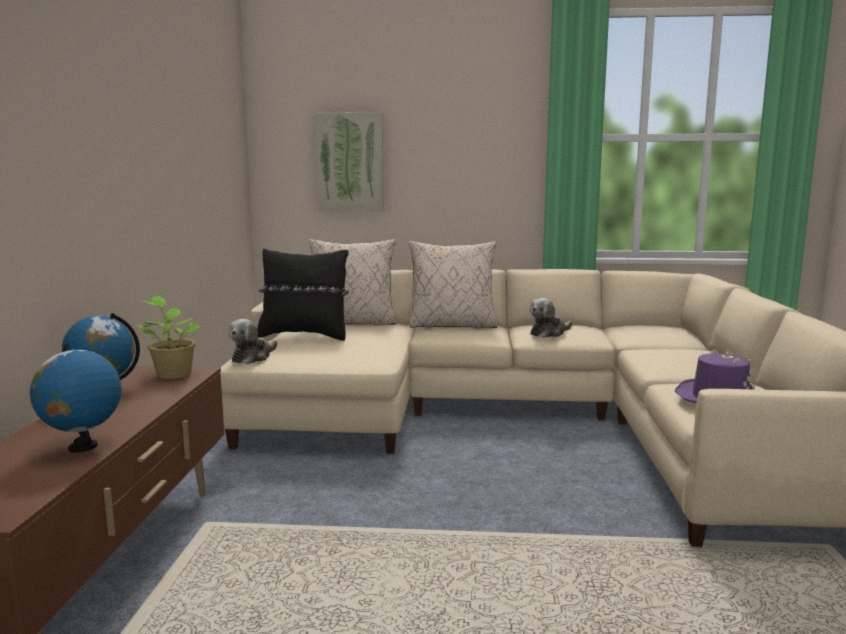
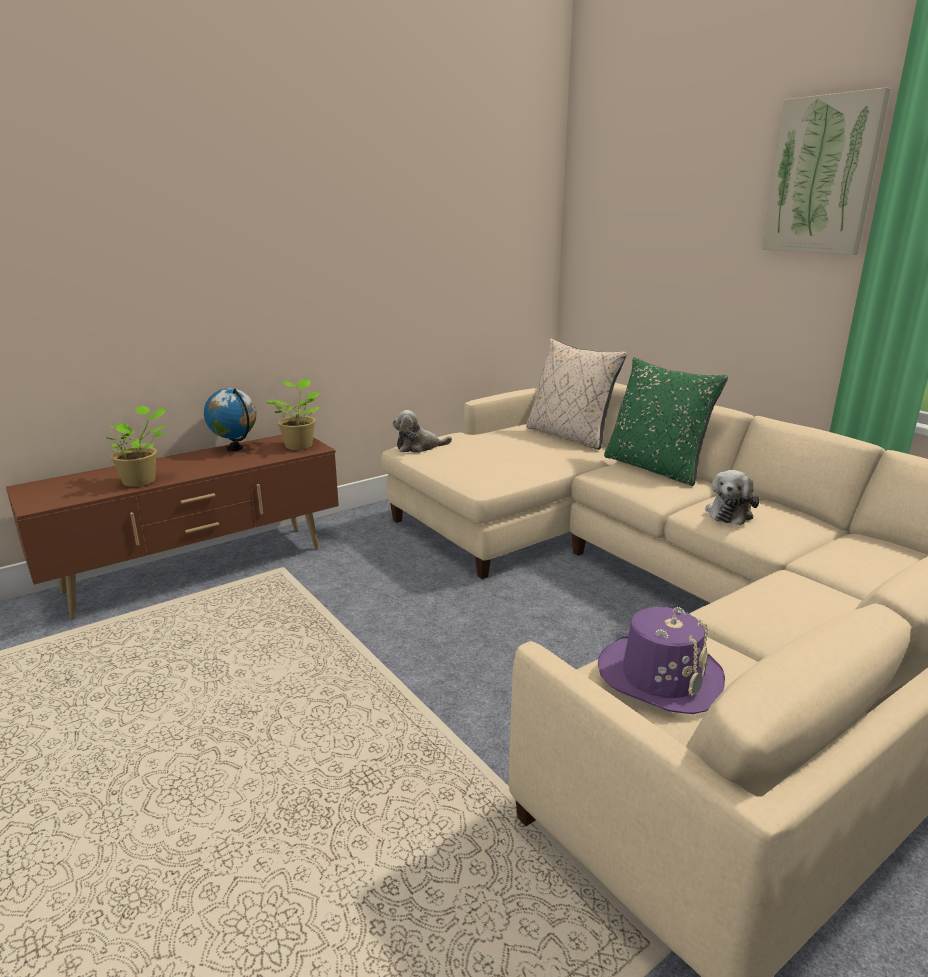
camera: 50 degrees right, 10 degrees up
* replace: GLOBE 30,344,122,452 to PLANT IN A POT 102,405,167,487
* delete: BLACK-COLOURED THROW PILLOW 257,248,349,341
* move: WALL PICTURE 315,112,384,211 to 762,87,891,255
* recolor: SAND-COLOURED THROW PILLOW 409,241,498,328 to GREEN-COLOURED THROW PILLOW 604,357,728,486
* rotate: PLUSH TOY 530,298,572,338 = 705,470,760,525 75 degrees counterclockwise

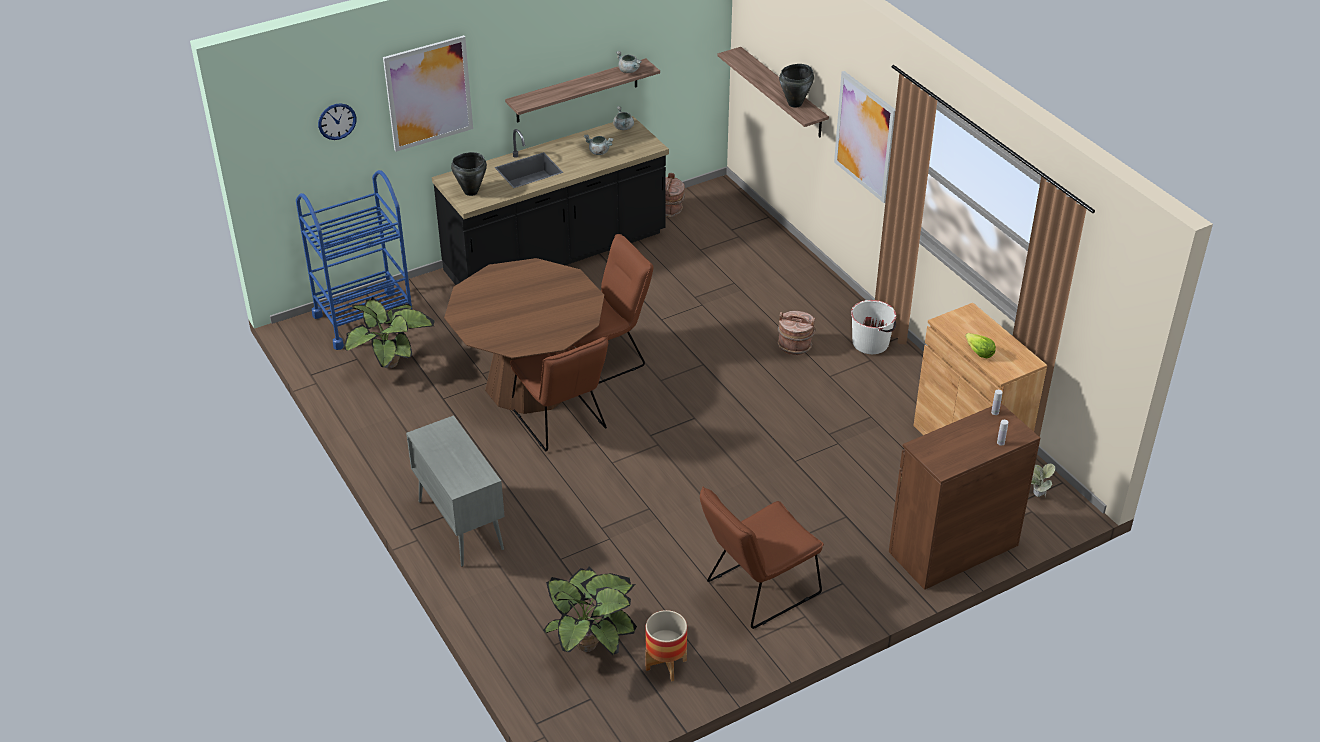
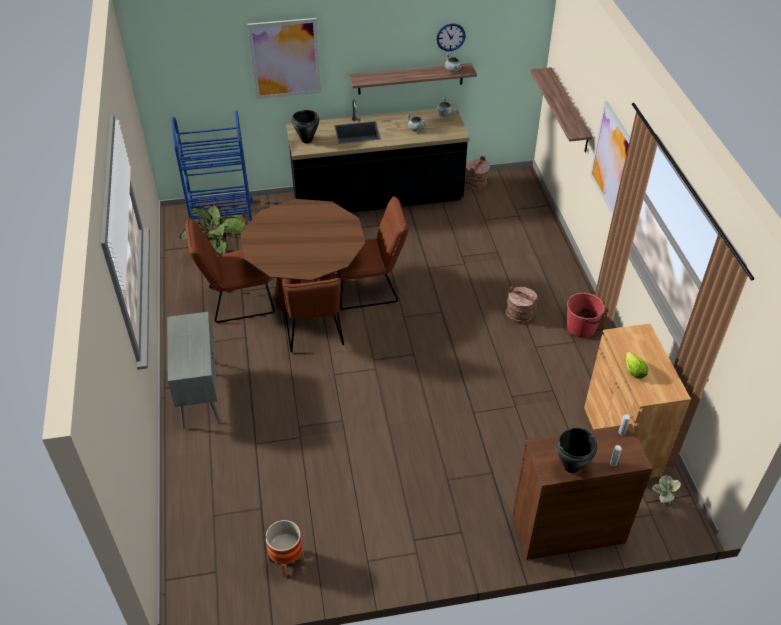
camera: 20 degrees right, 5 degrees up
* move: WALL CLOCK 318,103,356,140 to 436,23,466,51
* delete: PLANT IN A POT 543,566,637,655
* move: BROWNISH UPRIGHT CHAIR 700,486,824,629 to 185,218,275,323
* move: BLACK-COLOURED STOCKPOT 779,64,814,108 to 556,428,597,473
* recolor: WHITISH PAIL 851,300,896,354 to RED-COLOURED PAIL 566,293,605,338

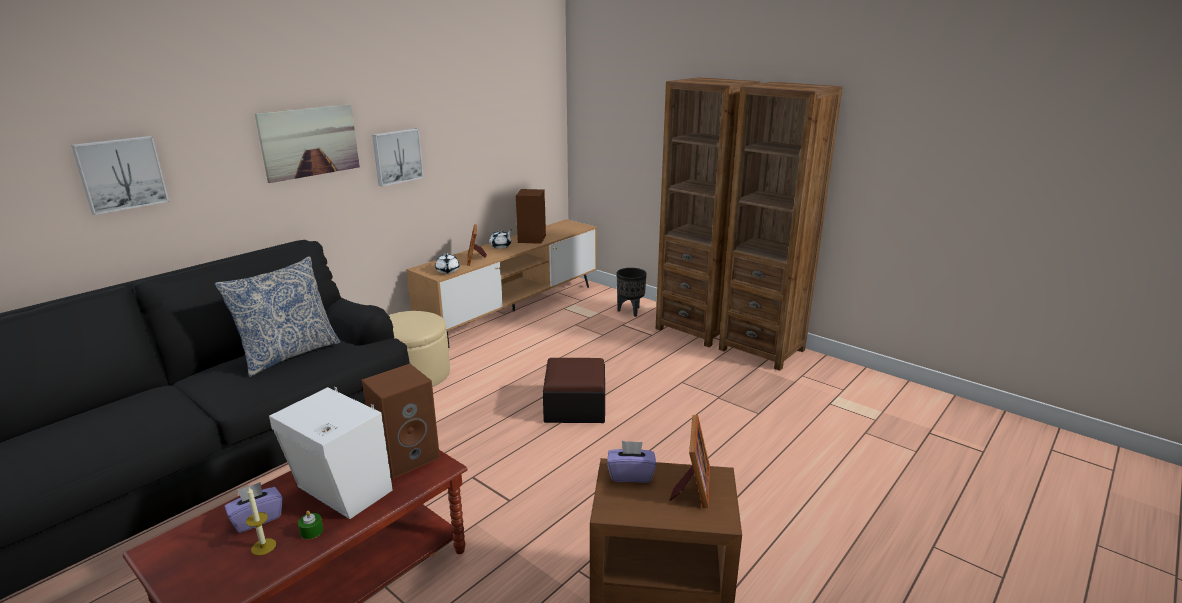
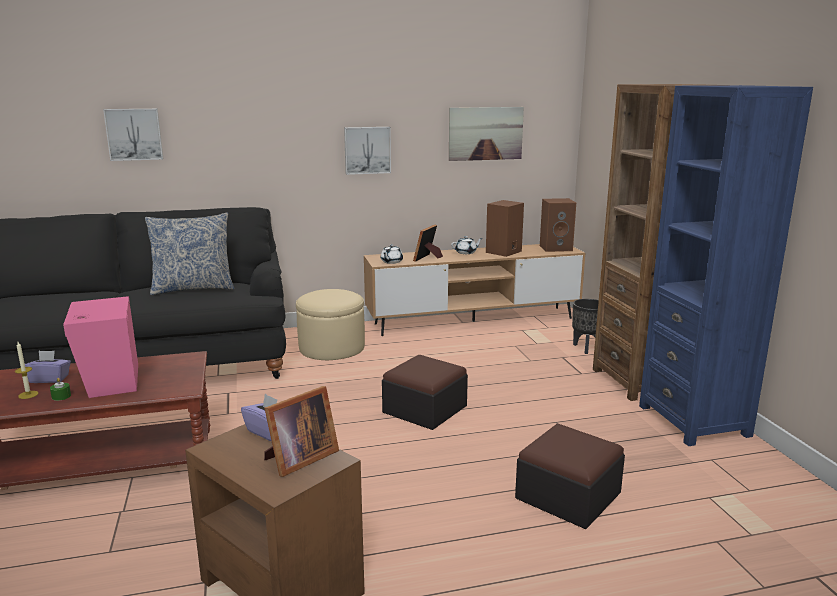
camera: 35 degrees right, 5 degrees down
* move: WALL PICTURE 255,104,360,183 to 449,107,524,161
* recolor: WHITISH SPEAKER 269,387,393,519 to PINKISH SPEAKER 63,296,138,398
* move: BROWNISH SPEAKER 362,364,440,479 to 540,198,576,252
* recolor: BROWNISH SHELVING UNIT 719,82,842,371 to BLUE SHELVING UNIT 639,85,813,446
* insert: POUFFE 515,424,625,529

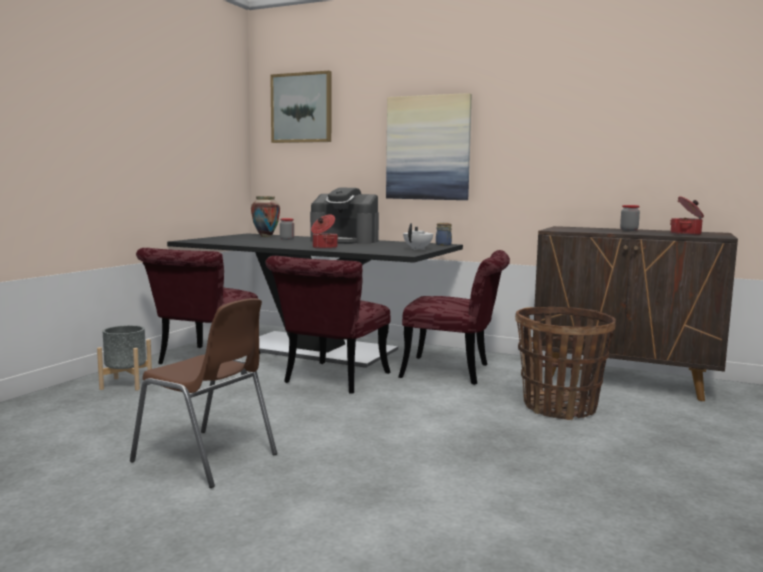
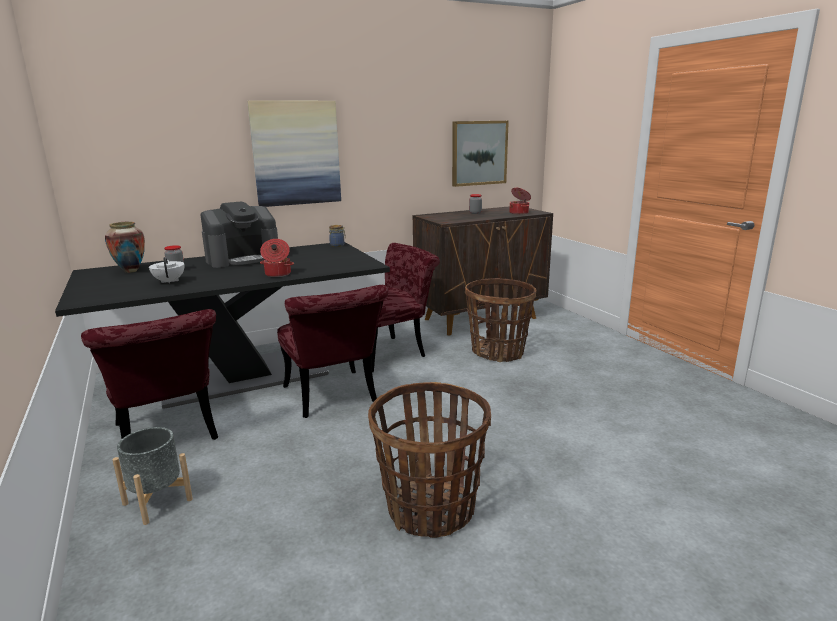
camera: 50 degrees left, 10 degrees up
* replace: BROWNISH UPRIGHT CHAIR 130,298,277,488 to STORAGE BASKET 368,382,491,538
* move: WALL PICTURE 270,71,331,143 to 452,121,509,187
* move: WHITISH POT FOR TEA 403,223,433,250 to 149,257,185,284

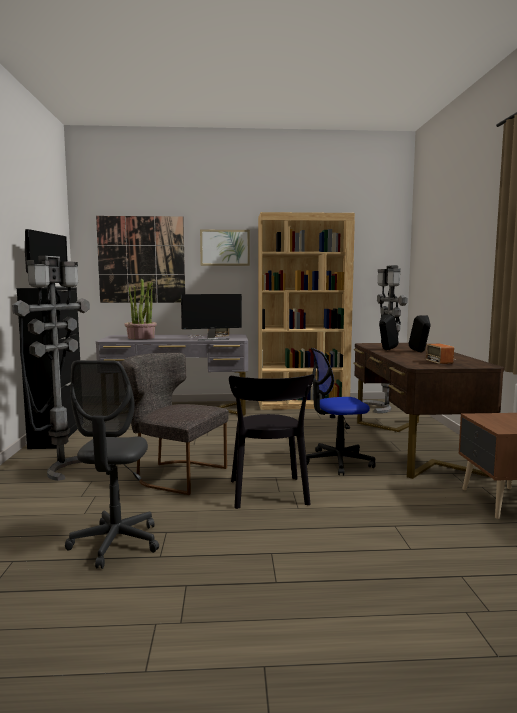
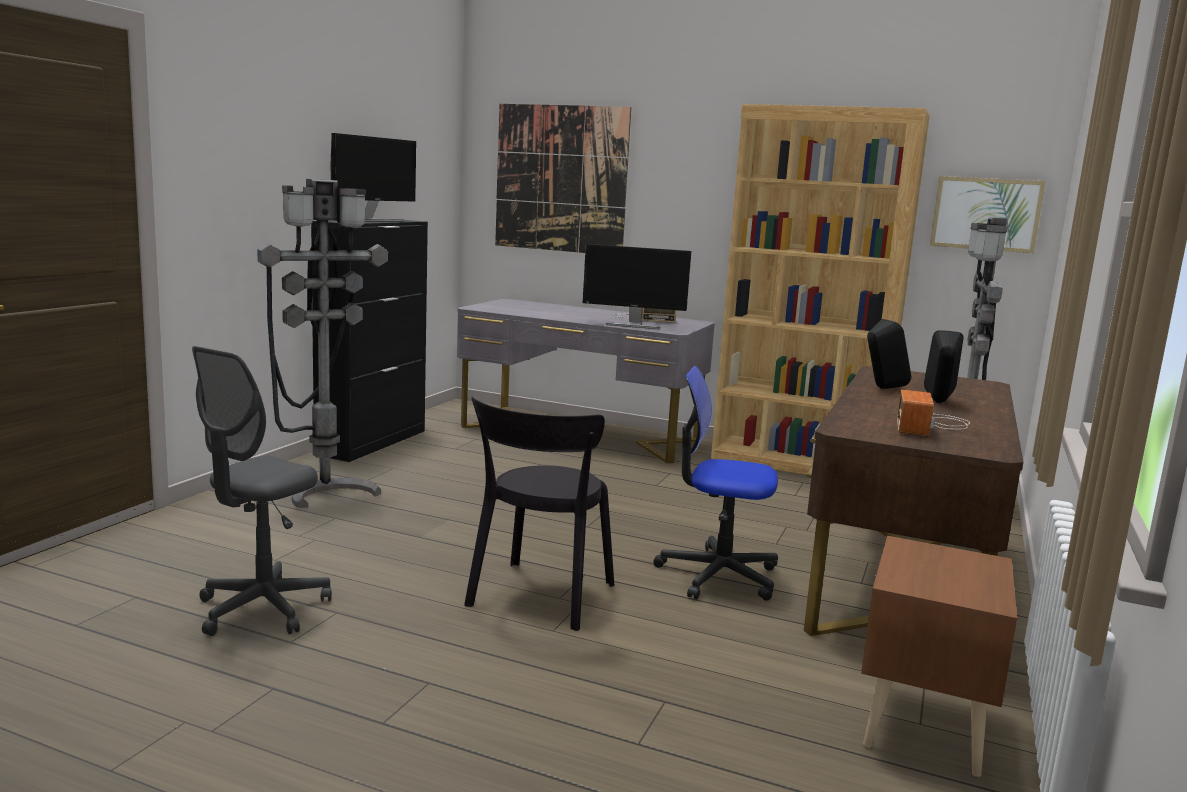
camera: 25 degrees right, 5 degrees up
* delete: GREYISH UPRIGHT CHAIR 122,353,229,495
* delete: PLANT IN A POT 125,279,157,339
* move: WALL PICTURE 200,230,250,266 to 930,176,1046,253

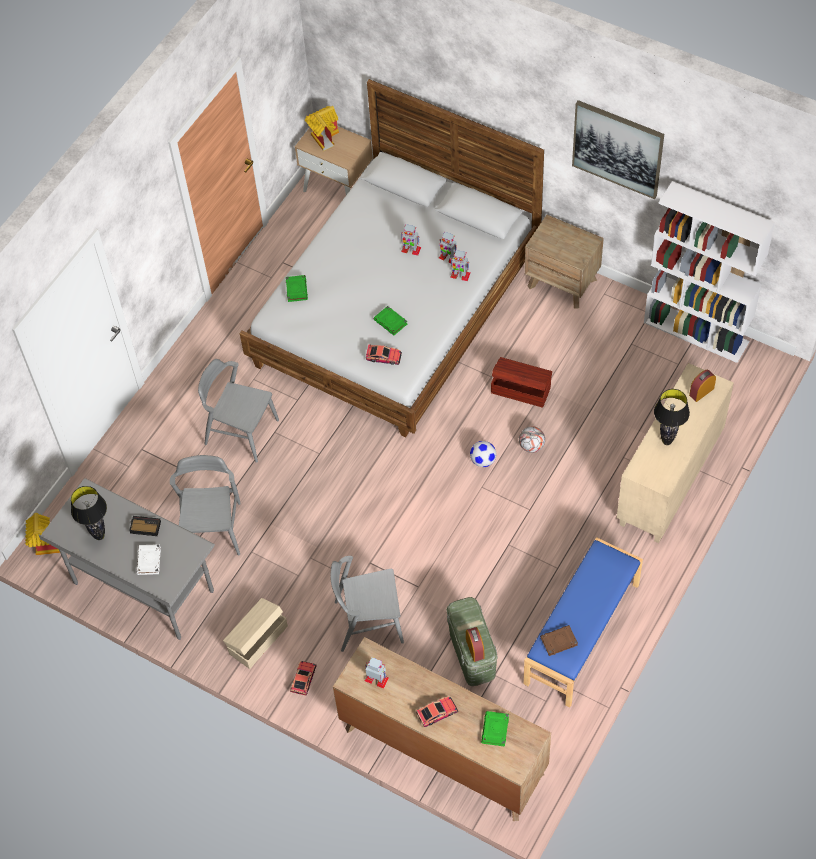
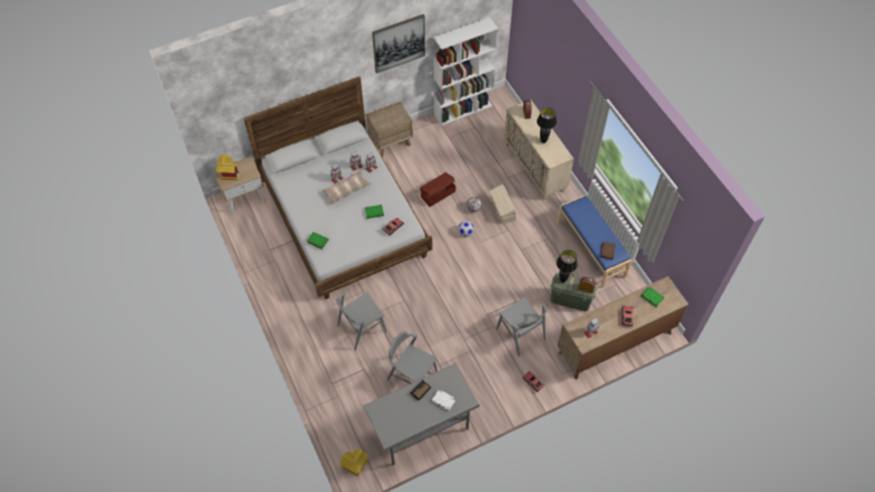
camera: 60 degrees left, 0 degrees up
* move: BLACK-COLOURED TABLETOP LAMP 71,486,107,540 to 556,250,578,283
* move: SAND-COLOURED STORAGE BOX 223,598,288,669 to 489,184,517,224
* rotate: GREYISH UPRIGHT CHAIR 330,556,404,652 = 496,297,547,357 60 degrees counterclockwise
* insert: THROW PILLOW 323,171,371,204

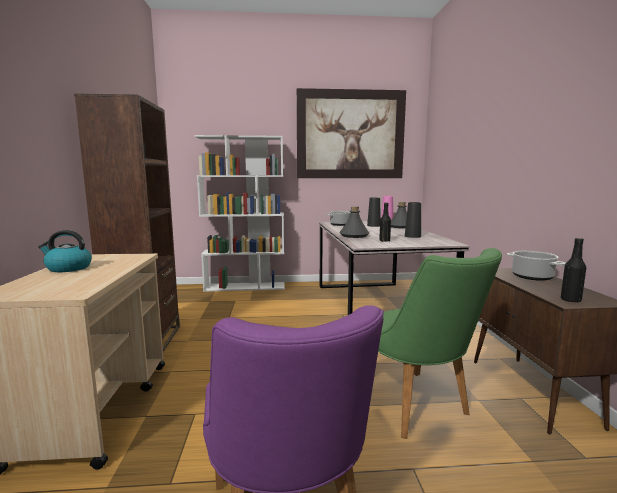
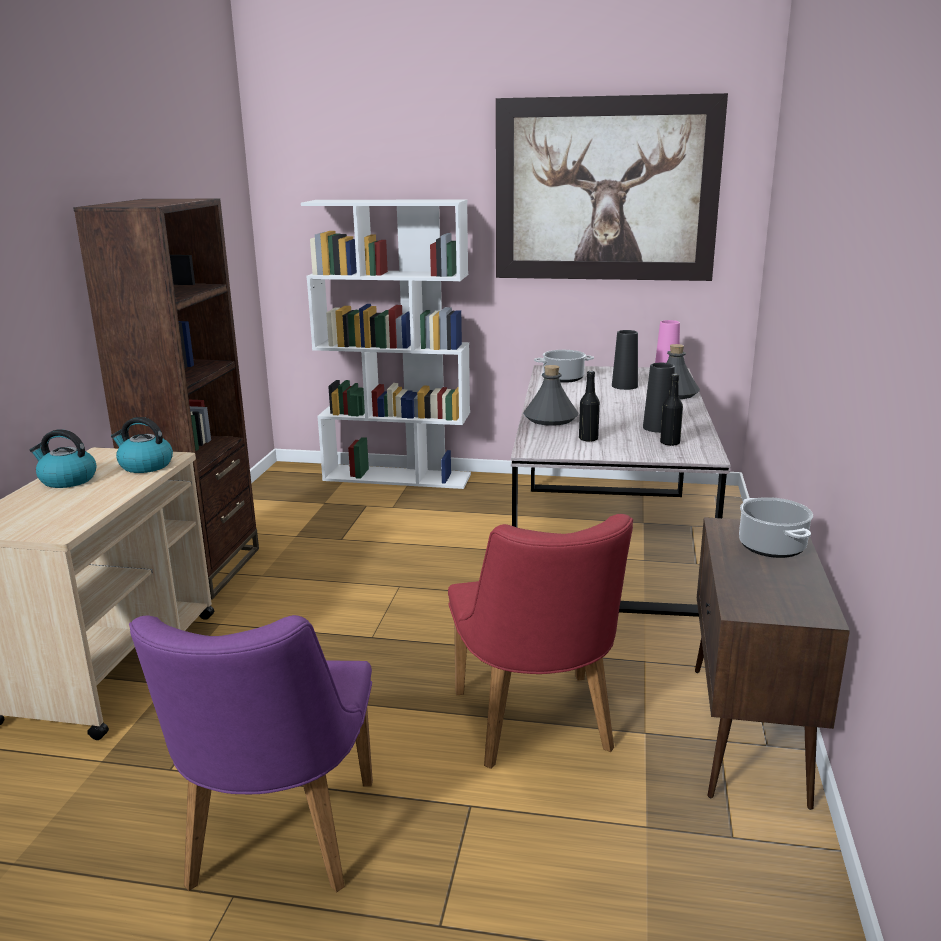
camera: 15 degrees right, 10 degrees up
* recolor: GREEN-COLOURED UPRIGHT CHAIR 378,248,502,439 to RED-COLOURED UPRIGHT CHAIR 448,514,633,769
* move: BLACK-COLOURED BOTTLE 561,238,586,302 to 660,374,683,446
* insert: WATER KETTLE 111,417,173,473

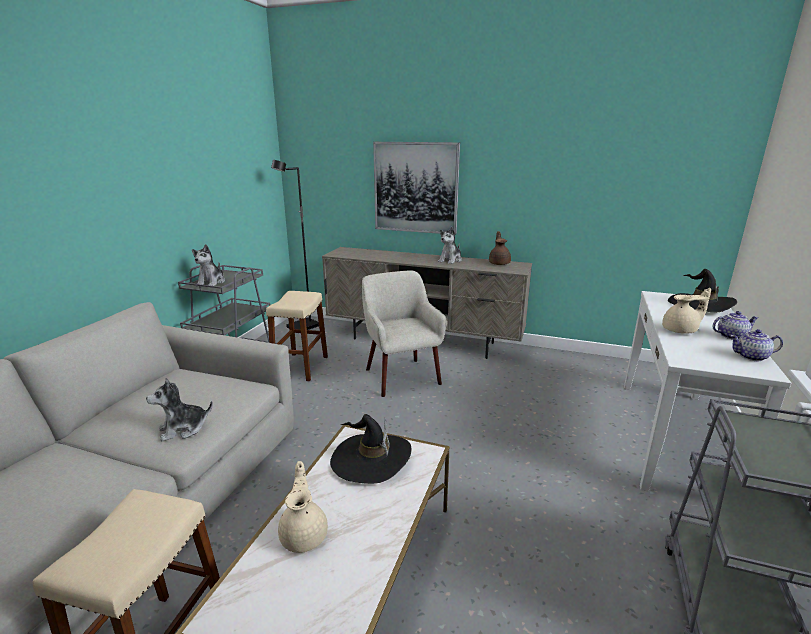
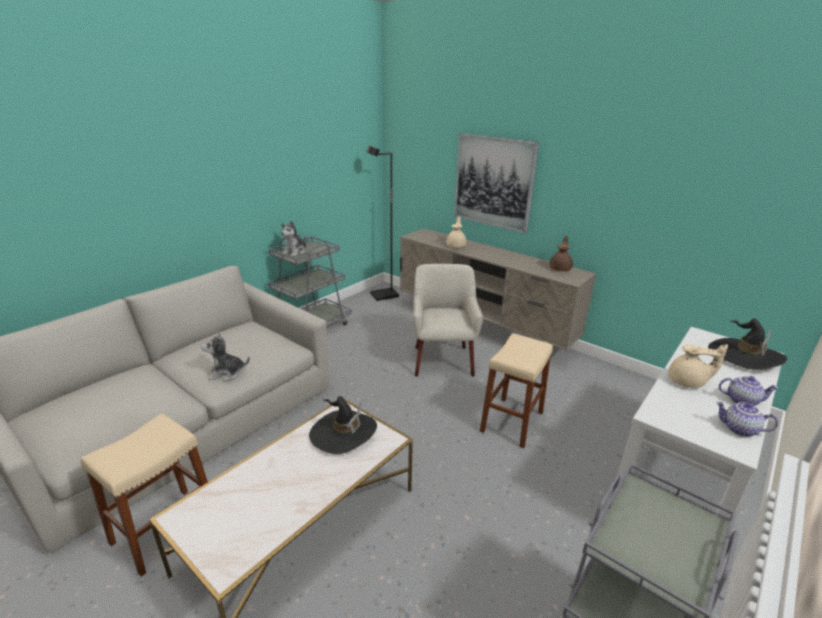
camera: 20 degrees right, 5 degrees up
* move: SAND-COLOURED STOOL SEAT 266,291,328,381 to 480,334,553,448
* move: SAND-COLOURED POT FOR TEA 278,461,328,553 to 447,216,466,248
* delete: PLUSH TOY 438,227,462,264

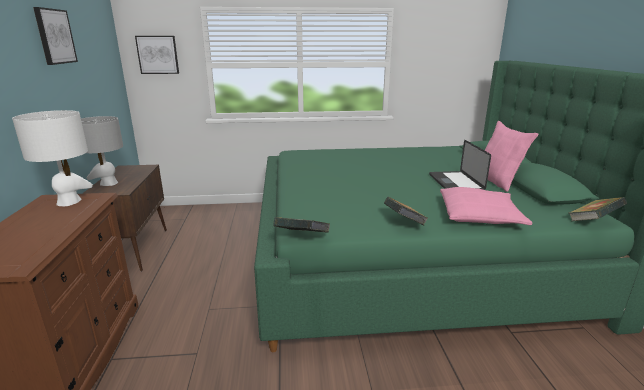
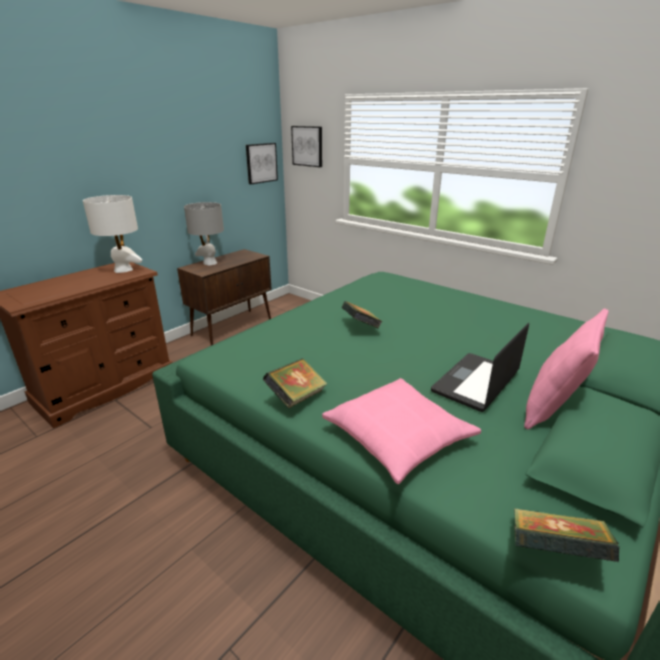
camera: 45 degrees right, 5 degrees up
* move: WALL PICTURE 33,7,78,65 to 246,143,278,184
* move: BOUND BOOK 273,217,330,232 to 342,301,383,329

